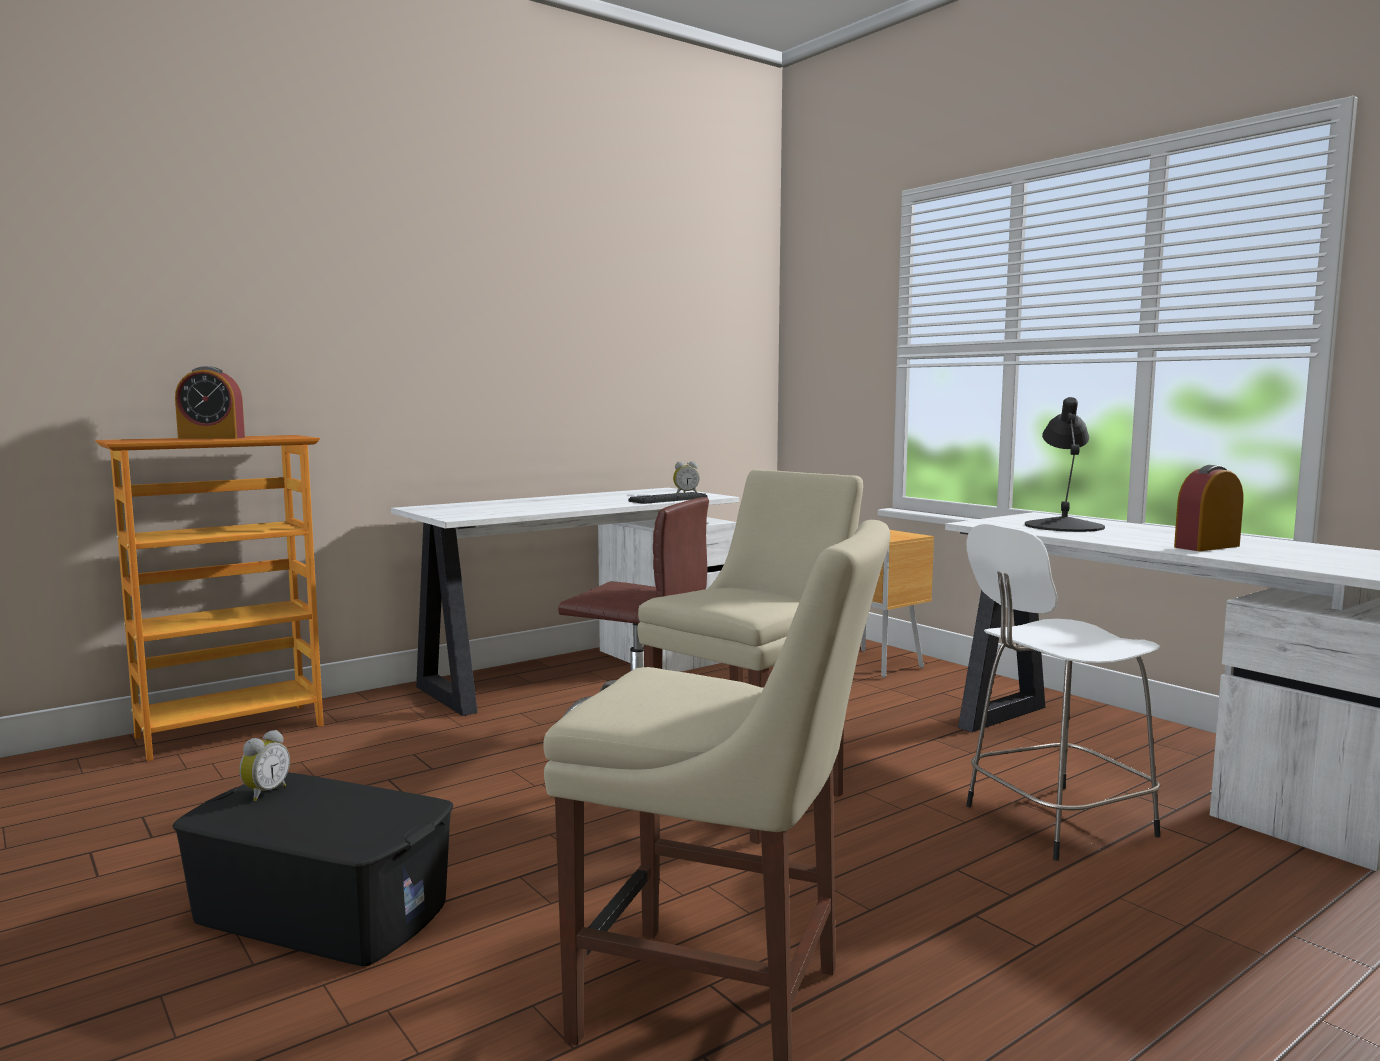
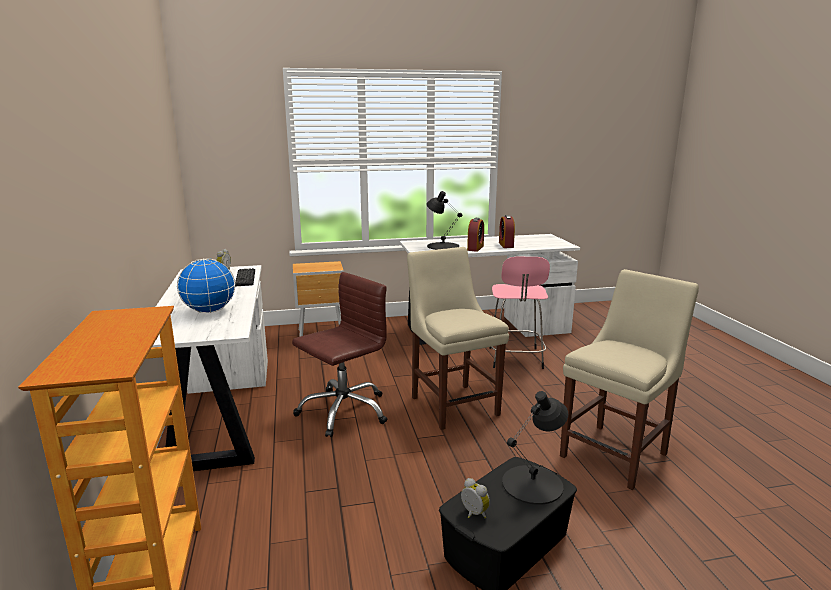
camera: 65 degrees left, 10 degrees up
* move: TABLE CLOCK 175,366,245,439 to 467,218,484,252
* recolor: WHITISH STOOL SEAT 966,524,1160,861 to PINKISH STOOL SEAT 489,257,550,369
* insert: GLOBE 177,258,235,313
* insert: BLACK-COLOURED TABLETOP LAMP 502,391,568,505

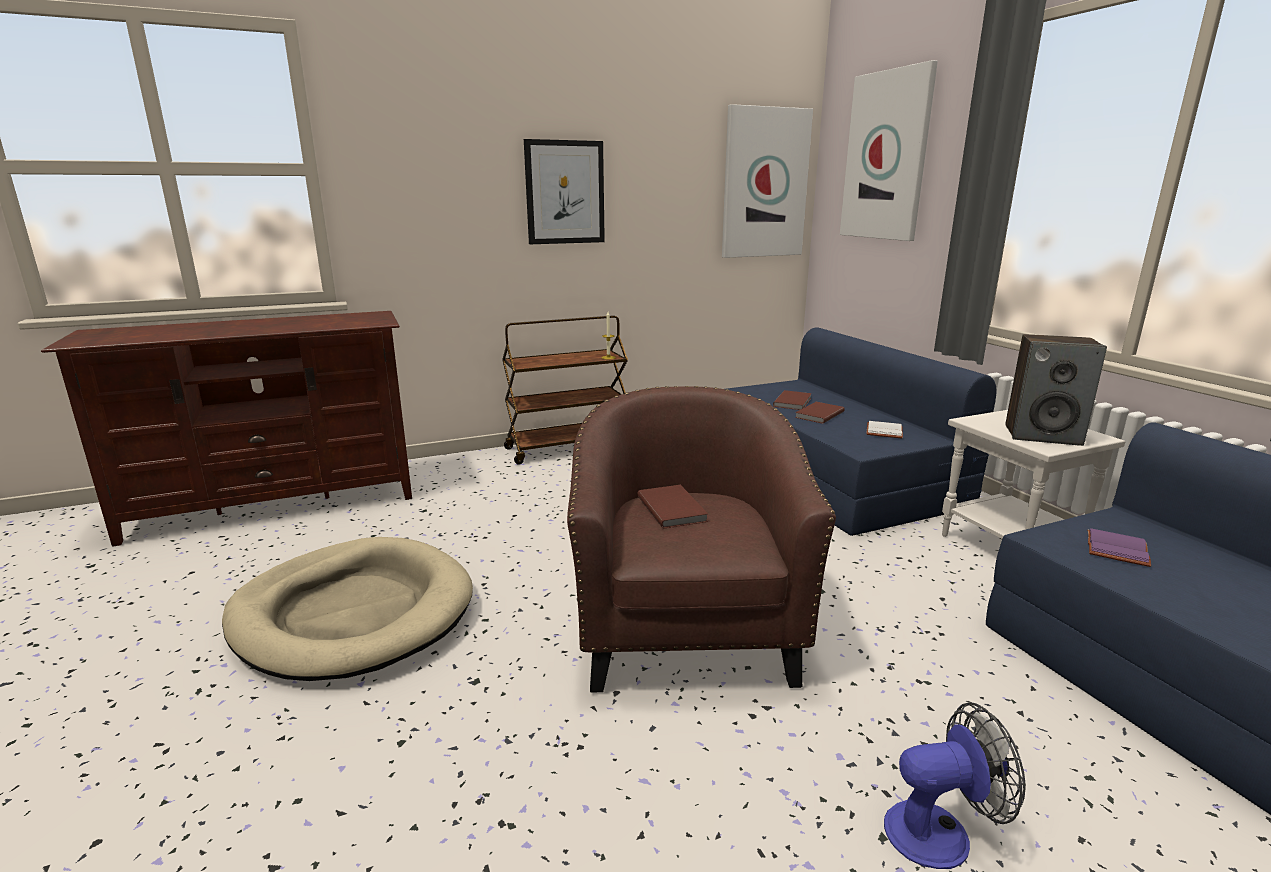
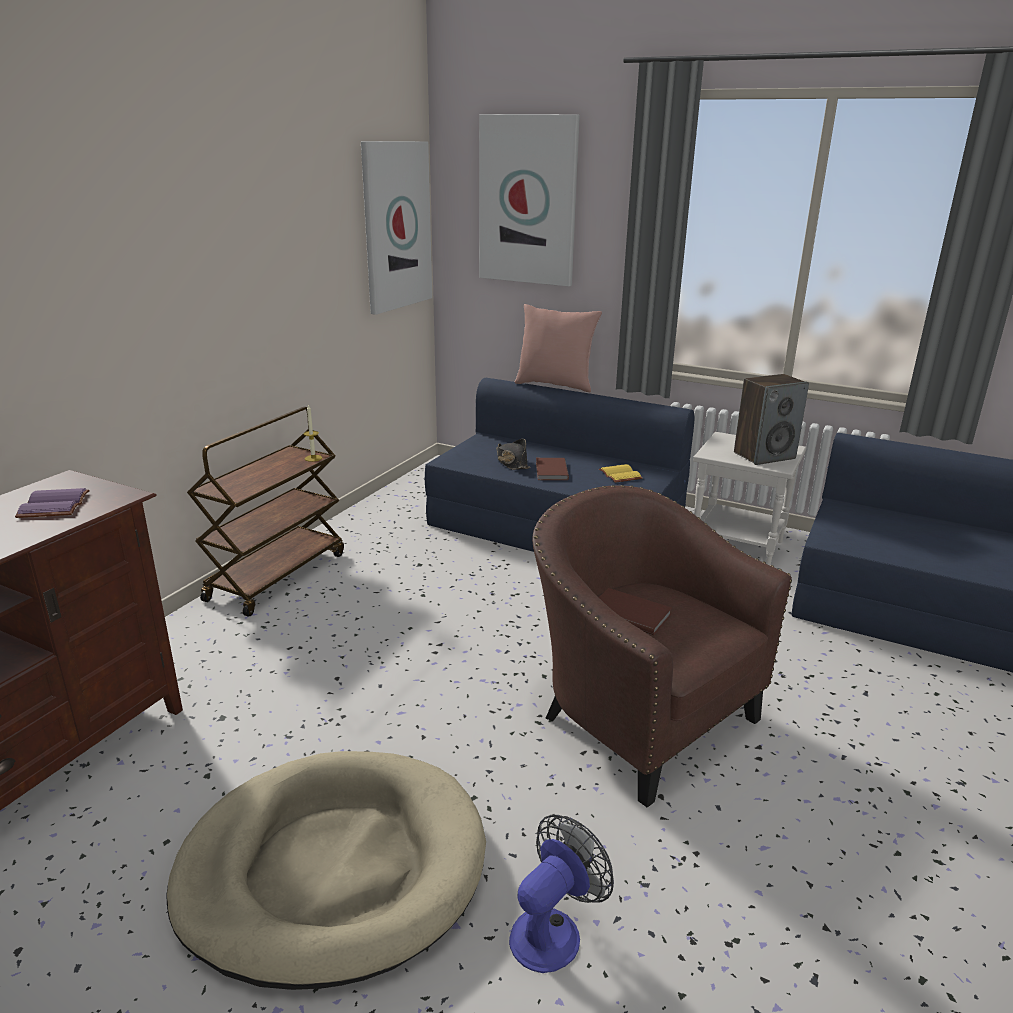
camera: 40 degrees left, 5 degrees up
* delete: WALL PICTURE 524,139,605,244
* replace: BROWNISH BOUND BOOK 773,390,812,410 to BLACK-COLOURED WEARABLE HAT 496,439,530,470
* recolor: WHITISH BOUND BOOK 866,421,903,438 to YELLOWISH BOUND BOOK 599,464,643,483
* move: COOLING FAN 884,702,1026,869 to 509,815,614,973
* move: PURPLE BOUND BOOK 1087,528,1151,567 to 15,488,90,518
* insert: PINKISH THROW PILLOW 515,304,602,392

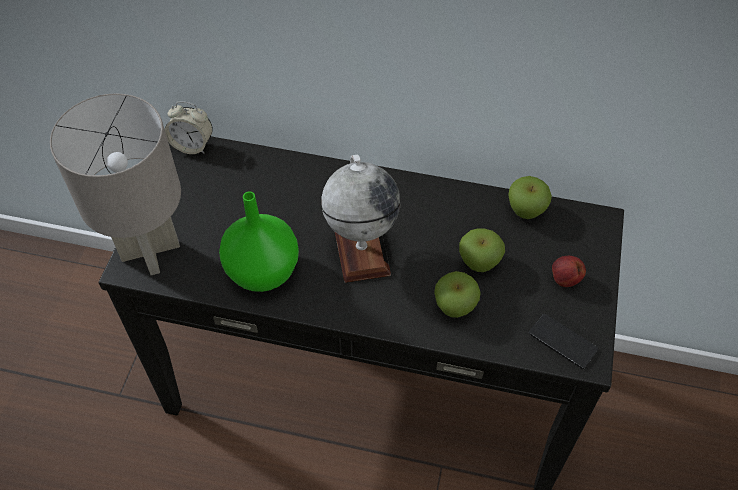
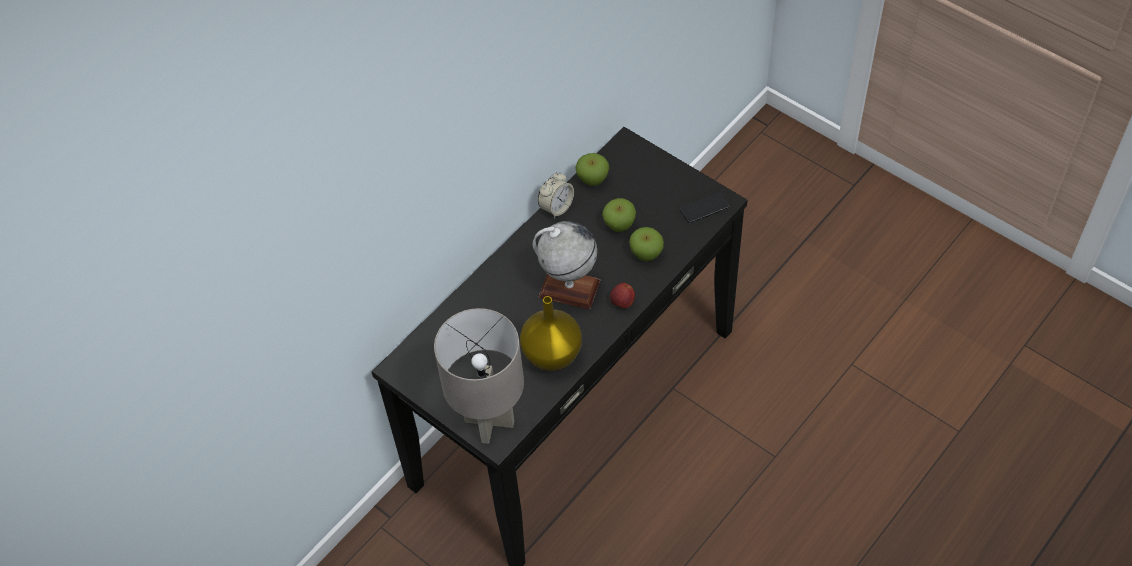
camera: 60 degrees left, 0 degrees up
* move: TABLE CLOCK 165,101,213,154 to 538,172,574,218
* recolor: GREEN-COLOURED DECORATIVE VASE 219,191,299,292 to YELLOWISH DECORATIVE VASE 520,296,582,371
* move: APPLE FRUIT 552,256,586,287 to 610,283,635,309

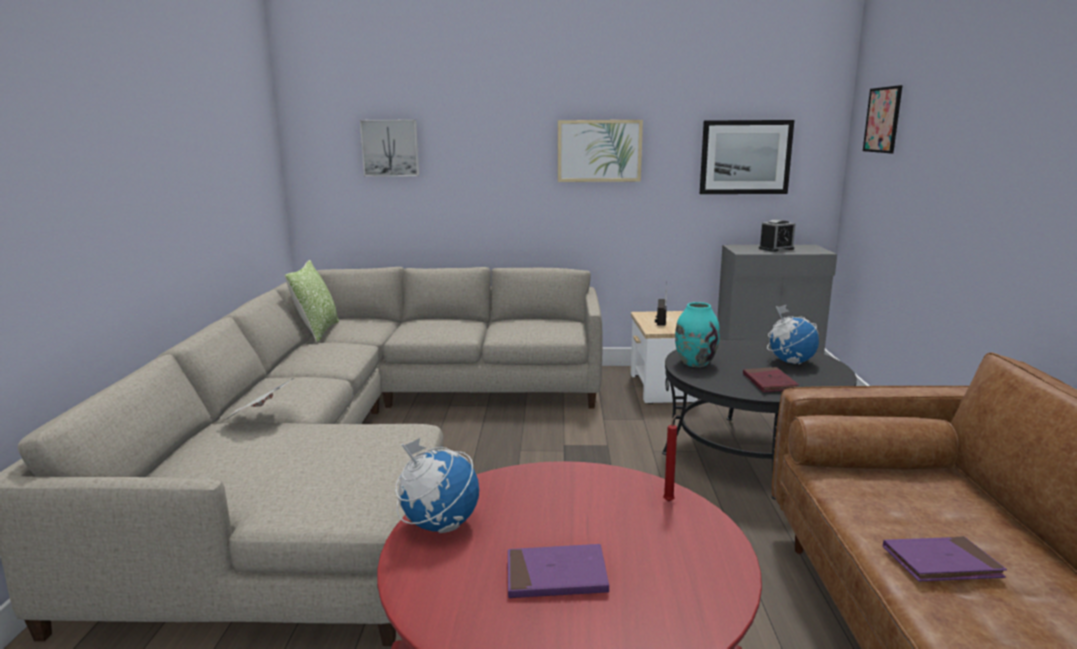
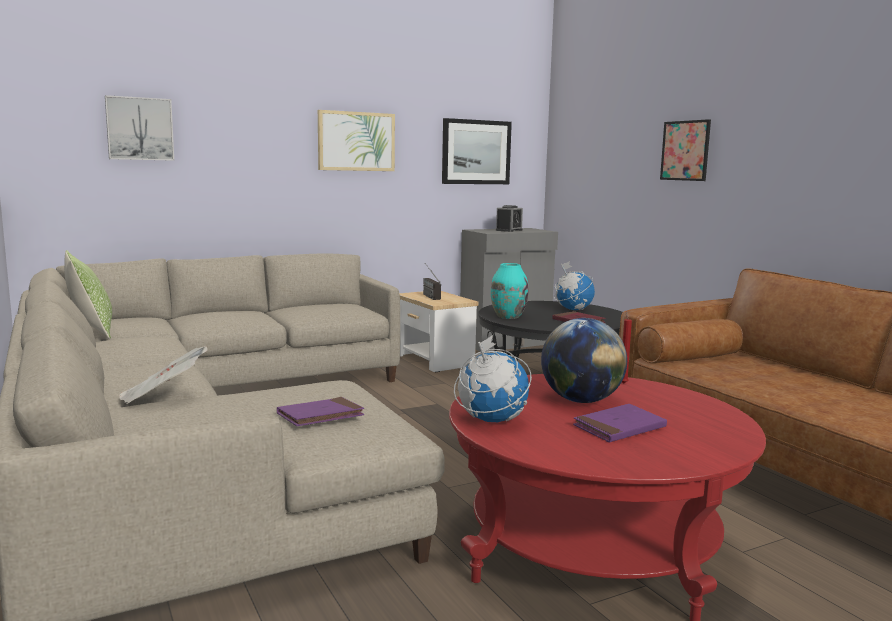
camera: 30 degrees left, 5 degrees down
* move: WALL PICTURE 863,85,902,153 to 660,119,711,181
* move: PURPLE BOUND BOOK 883,536,1007,581 to 277,397,364,426
* insert: GLOBE 541,318,627,403

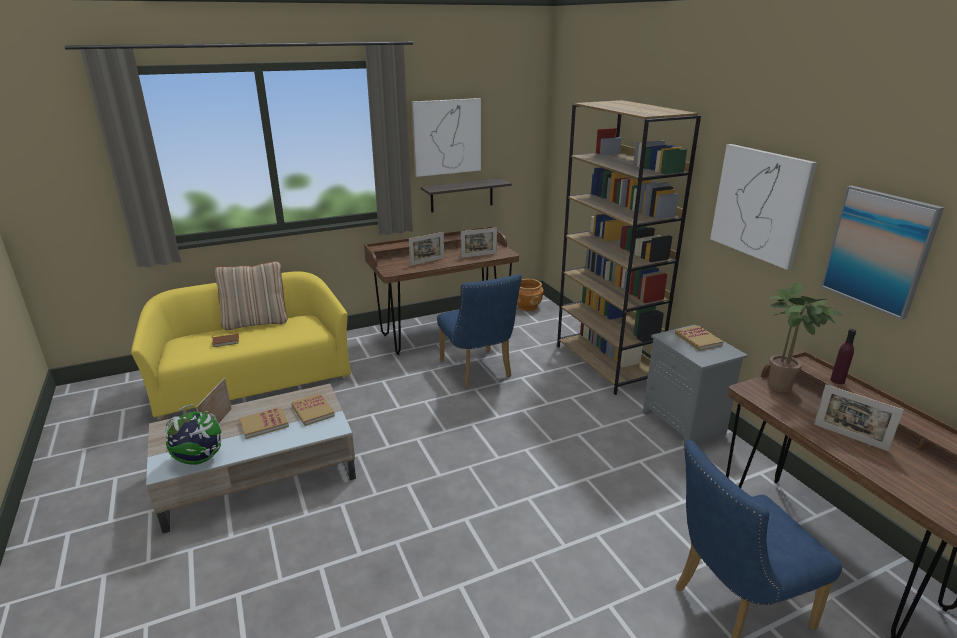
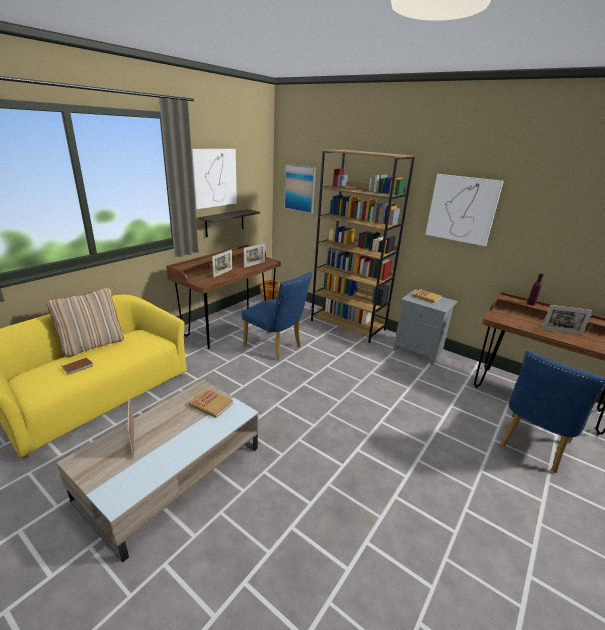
camera: 30 degrees left, 0 degrees up
* delete: GLOBE 165,404,222,465
* delete: BOUND BOOK 239,407,289,439
* delete: PLANT IN A POT 767,282,843,393
* move: WALL PICTURE 820,186,944,320 to 284,164,316,214

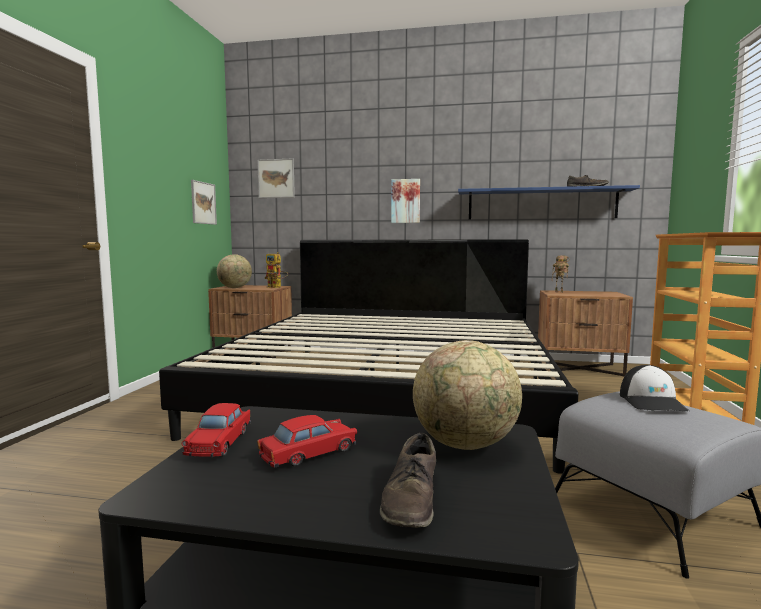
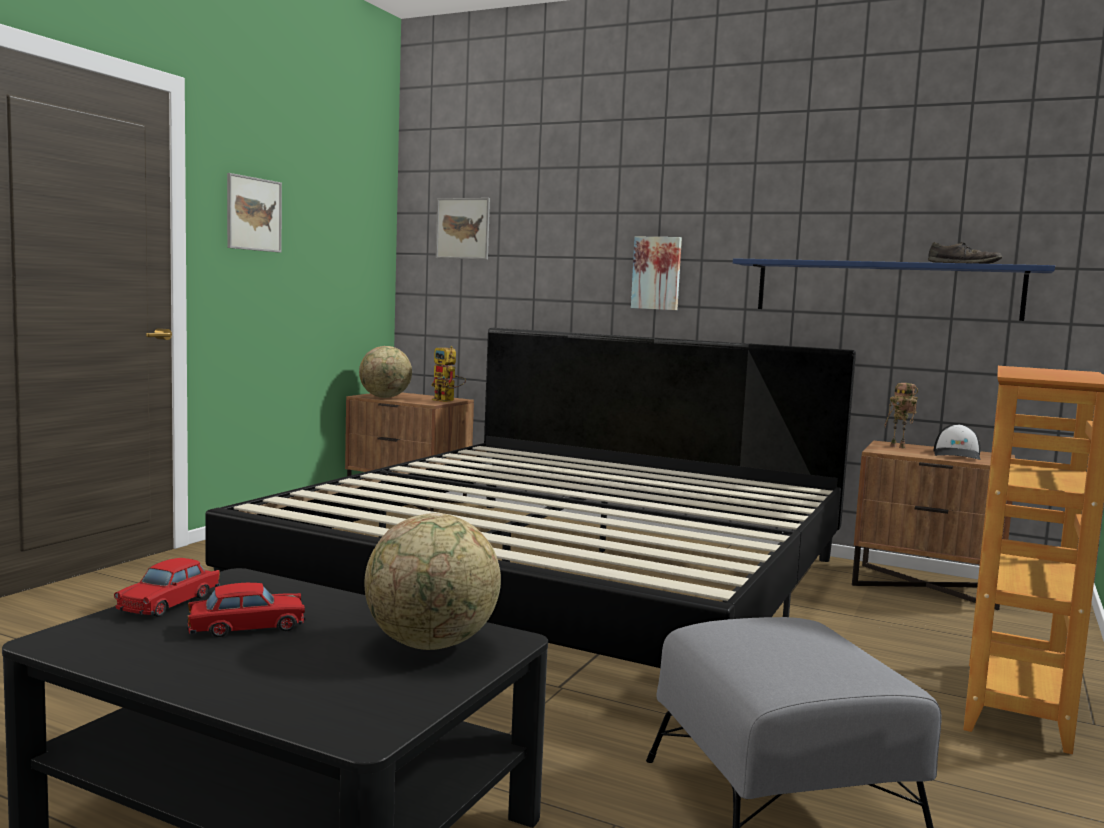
camera: 15 degrees right, 0 degrees up
* move: WALL PICTURE 191,180,217,225 to 227,173,282,253
* delete: BROWNISH ITEM OF FOOTWEAR 380,433,436,528
* move: CAP 620,365,689,411 to 934,424,980,460

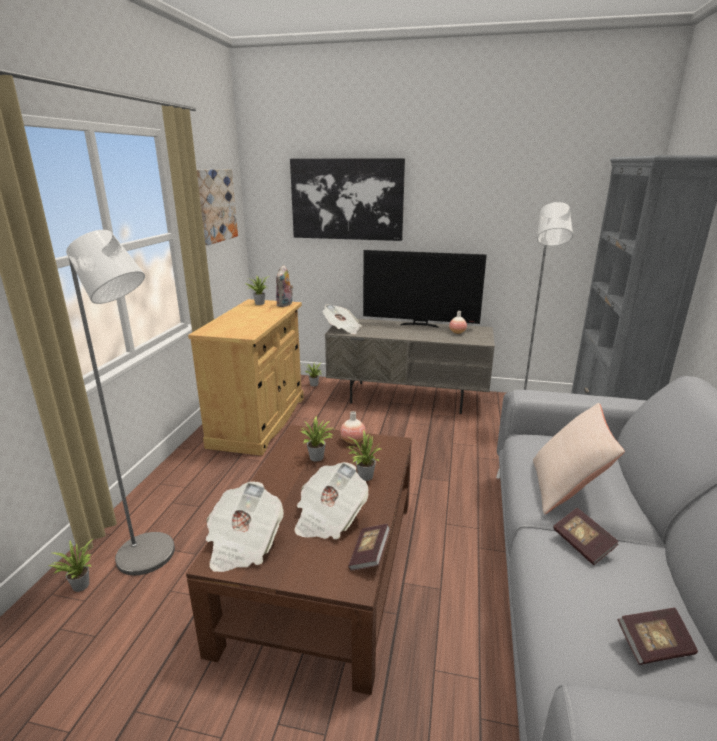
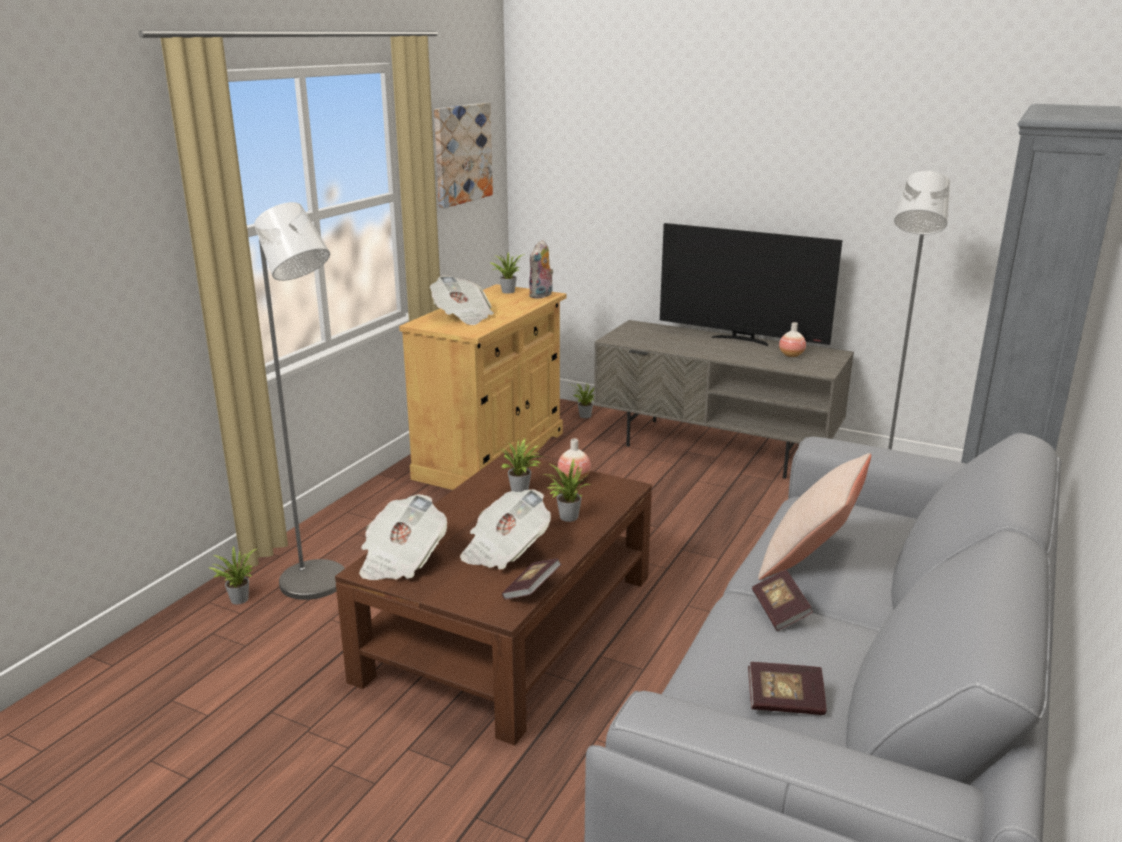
camera: 15 degrees right, 0 degrees up
* delete: WALL PICTURE 290,158,405,241
* move: PRINTED PAPER 322,304,362,334 to 430,275,494,325

